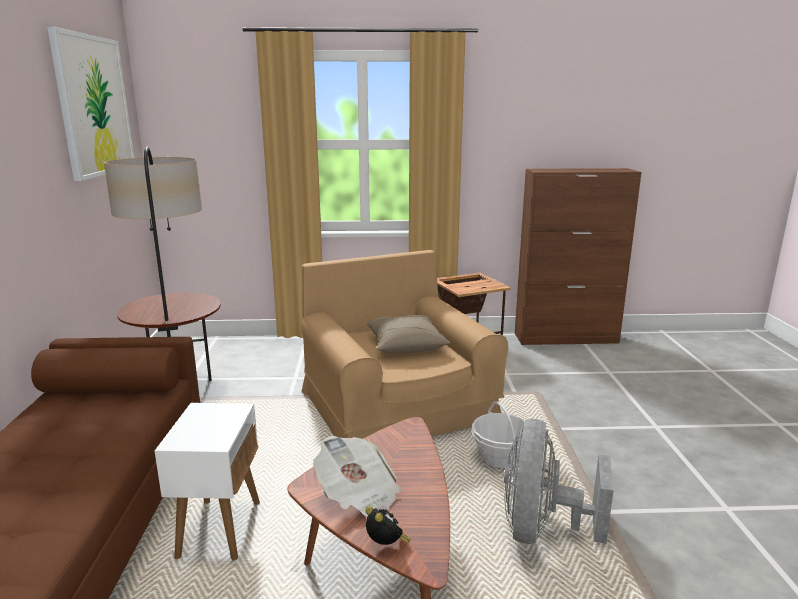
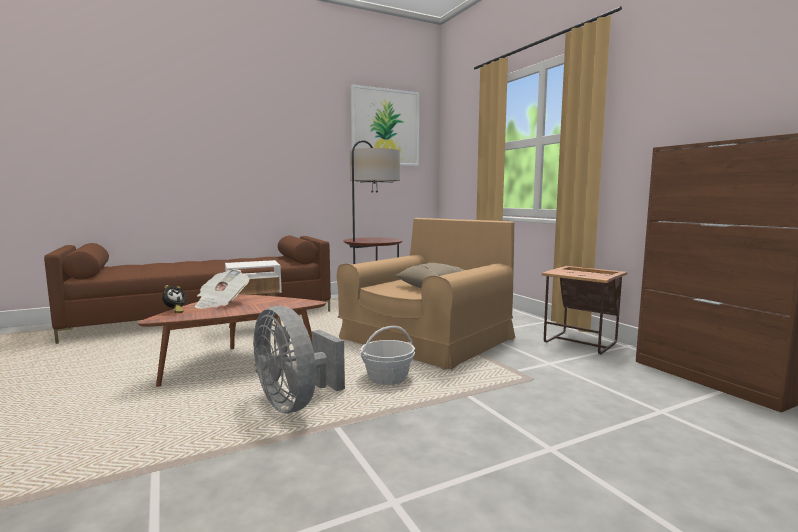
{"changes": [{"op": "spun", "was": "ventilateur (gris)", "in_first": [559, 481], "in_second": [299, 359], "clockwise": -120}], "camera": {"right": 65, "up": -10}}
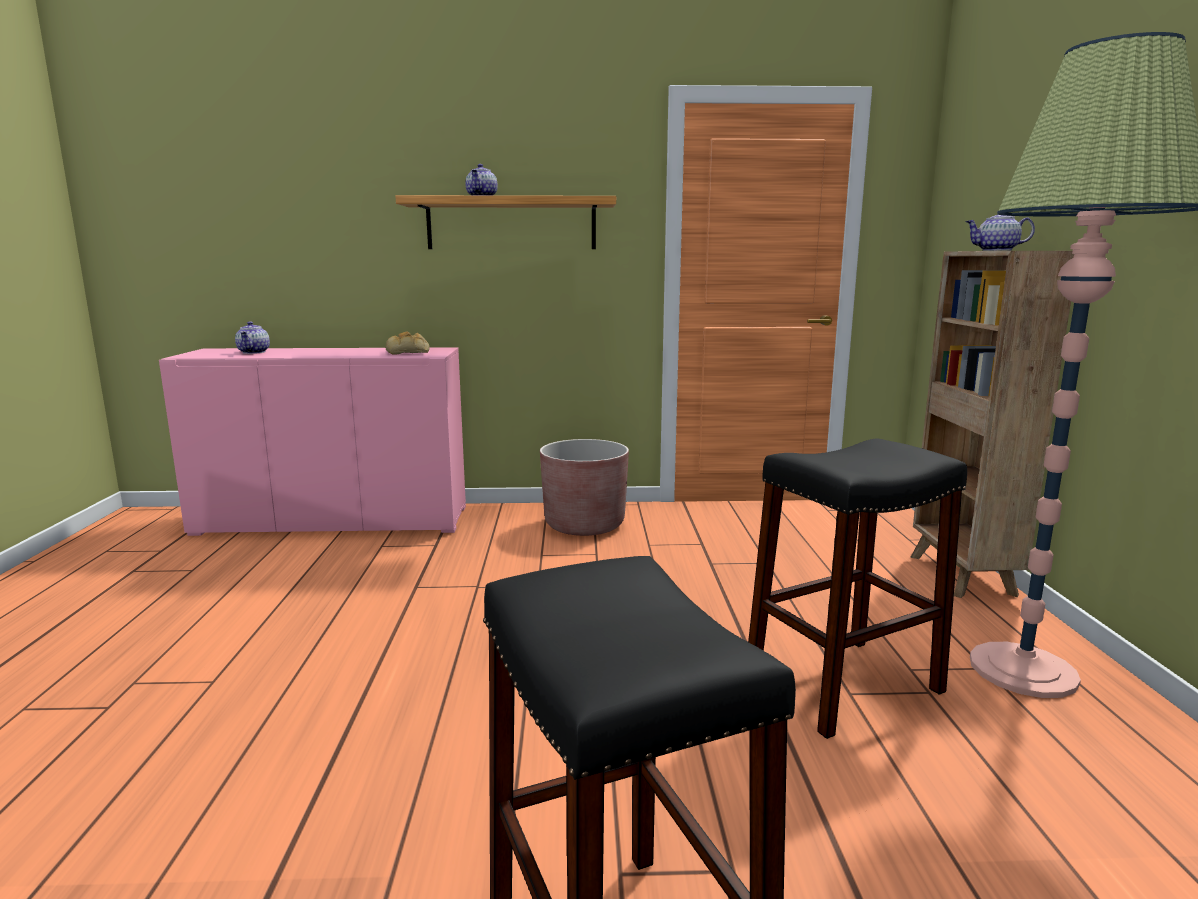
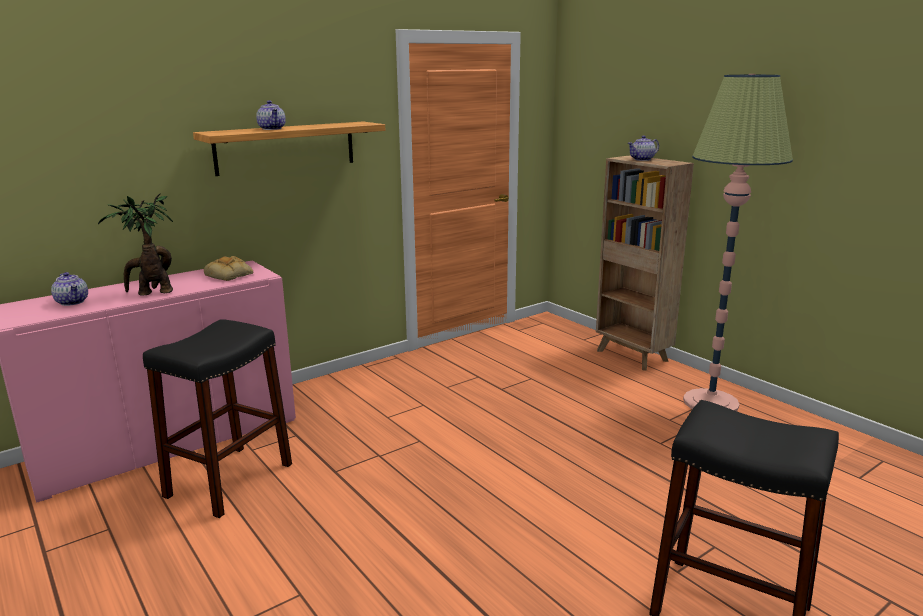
{"changes": [{"op": "relocated", "was": "tabouret (noir)", "in_first": [857, 588], "in_second": [217, 418]}, {"op": "missing", "was": "cache-pot (marron)", "in_first": [584, 487]}, {"op": "appeared", "now": "plante en pot", "in_second": [135, 244]}], "camera": {"right": -35, "up": 5}}
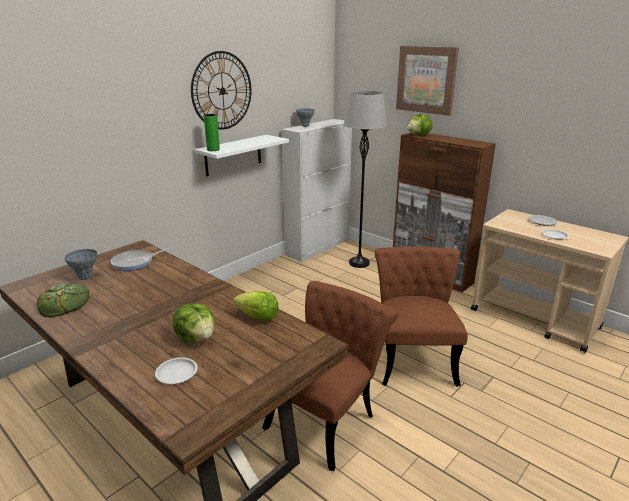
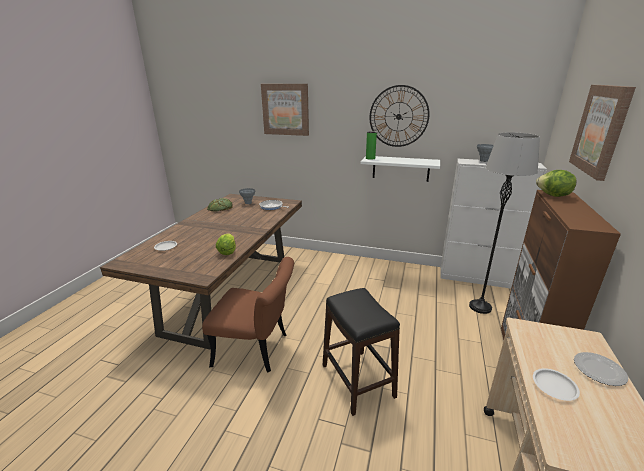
{"changes": [{"op": "exchanged", "was": "chaise (marron)", "now": "tabouret (noir)", "in_first": [421, 316], "in_second": [361, 352]}, {"op": "missing", "was": "laitue", "in_first": [194, 323]}, {"op": "appeared", "now": "tableau", "in_second": [285, 110]}], "camera": {"right": 65, "up": 0}}
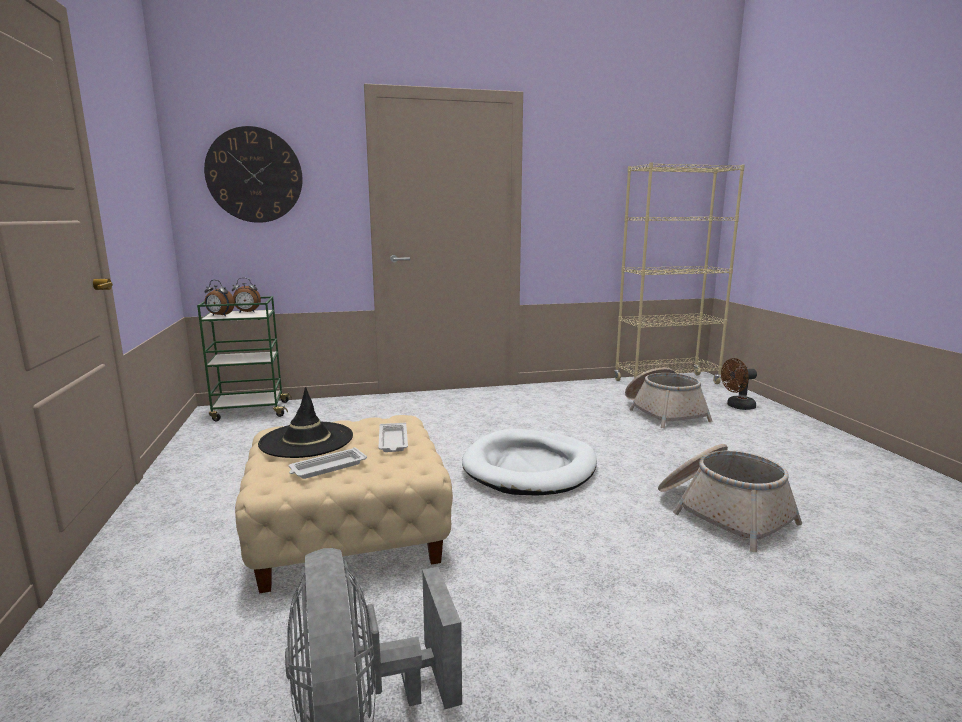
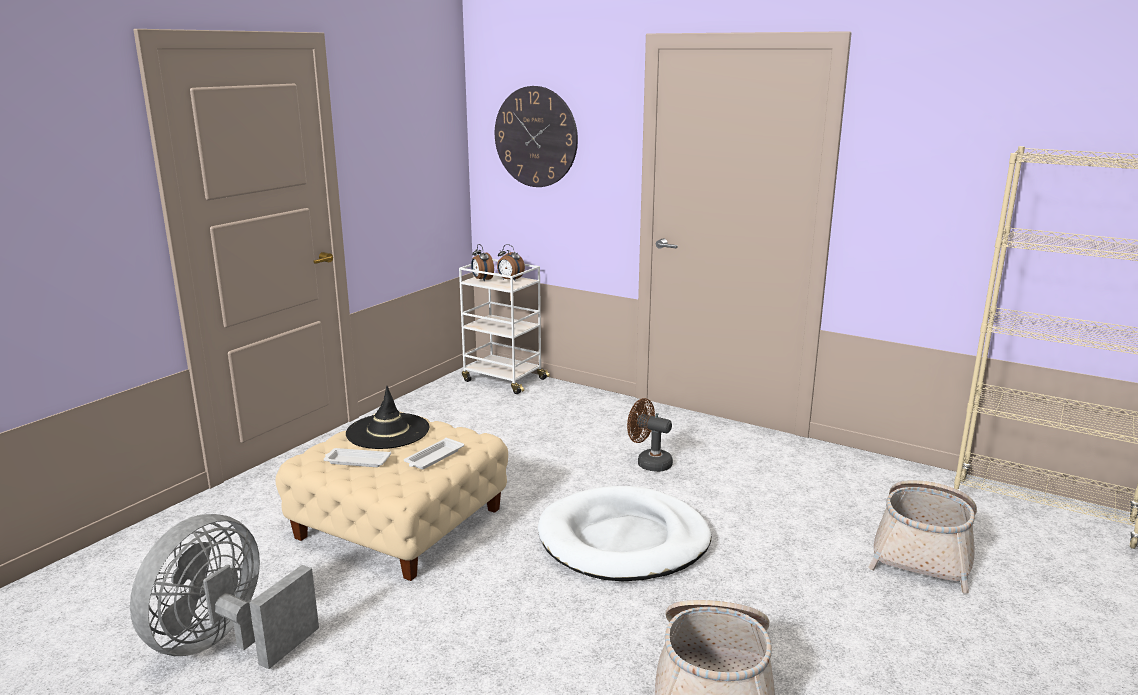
{"changes": [{"op": "colour", "was": "chariot (vert)", "now": "chariot (blanc)", "in_first": [244, 358], "in_second": [504, 326]}, {"op": "relocated", "was": "ventilateur (marron)", "in_first": [739, 384], "in_second": [650, 435]}], "camera": {"right": 45, "up": 5}}
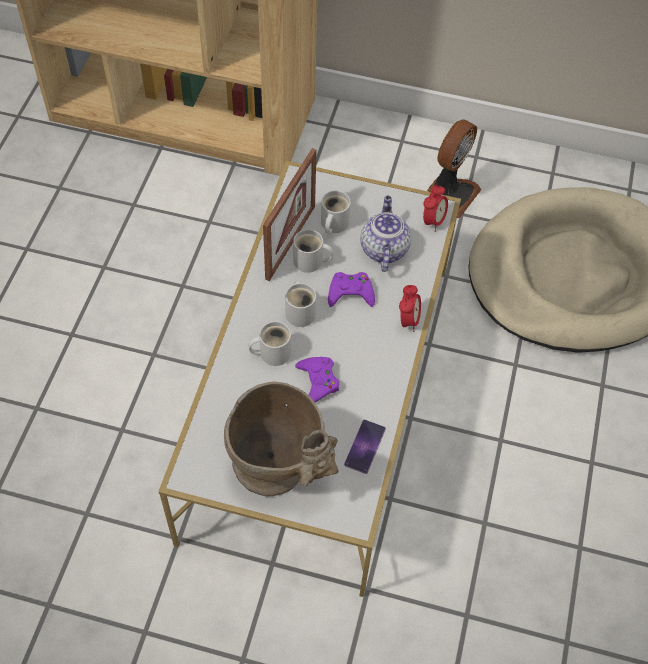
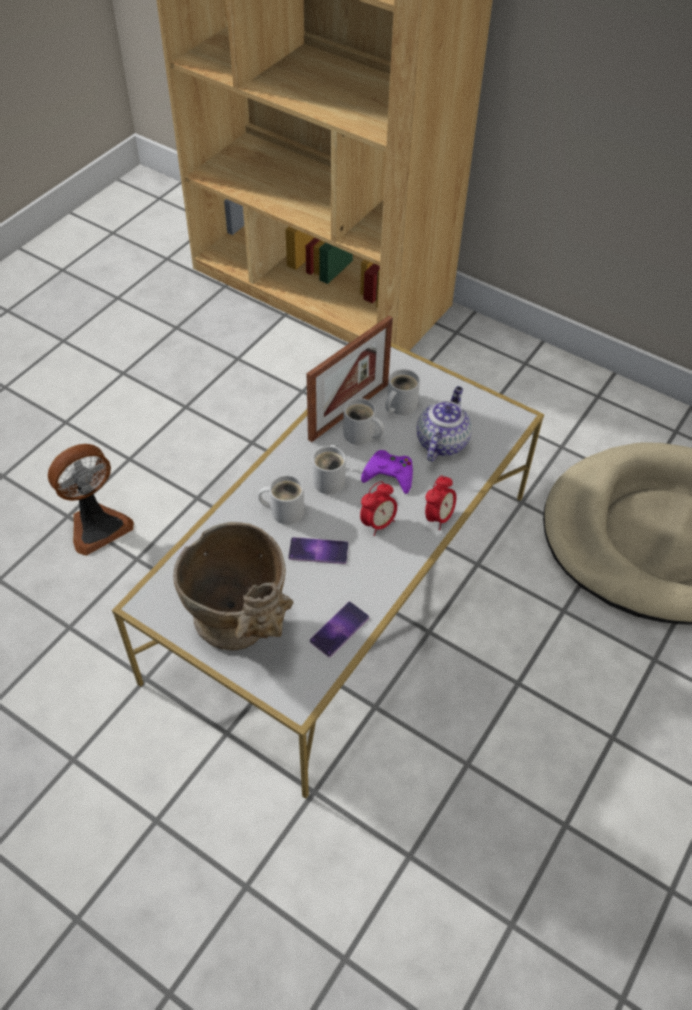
{"changes": [{"op": "relocated", "was": "ventilateur", "in_first": [454, 168], "in_second": [91, 500]}, {"op": "relocated", "was": "réveil", "in_first": [435, 208], "in_second": [378, 508]}, {"op": "exchanged", "was": "manette (violet)", "now": "téléphone", "in_first": [317, 379], "in_second": [318, 550]}], "camera": {"right": 20, "up": -5}}
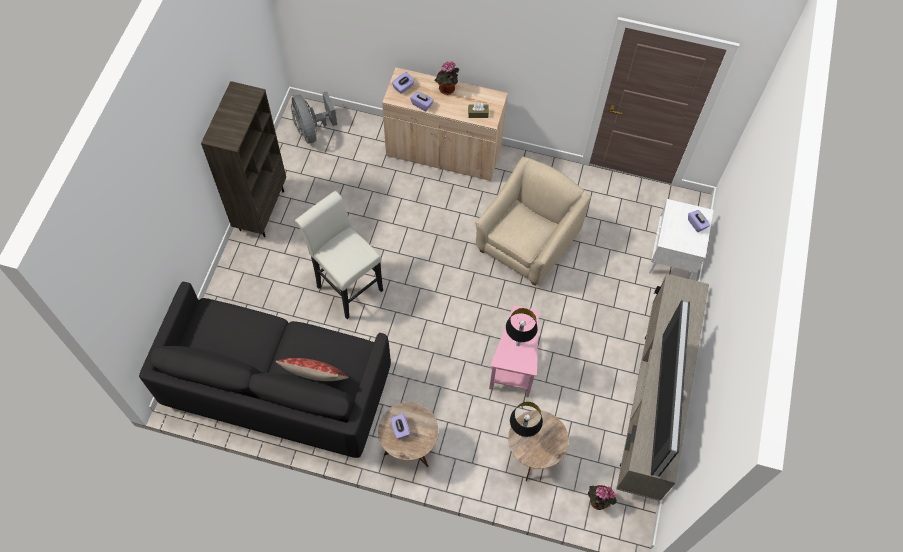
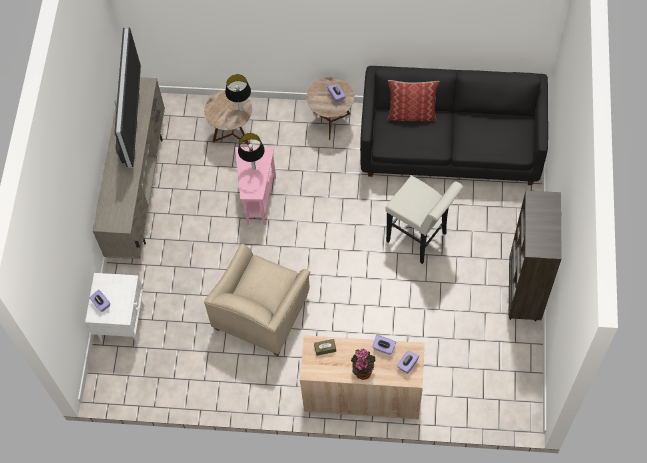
{"changes": [{"op": "missing", "was": "ventilateur (gris)", "in_first": [314, 117]}, {"op": "missing", "was": "plante en pot", "in_first": [602, 497]}], "camera": {"right": 175, "up": 0}}
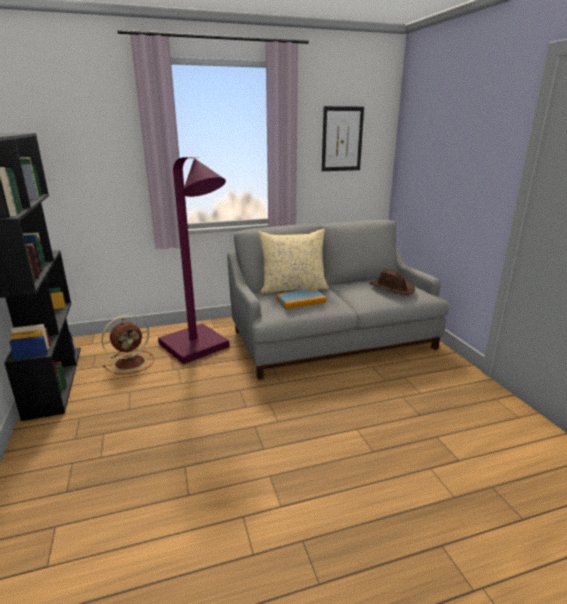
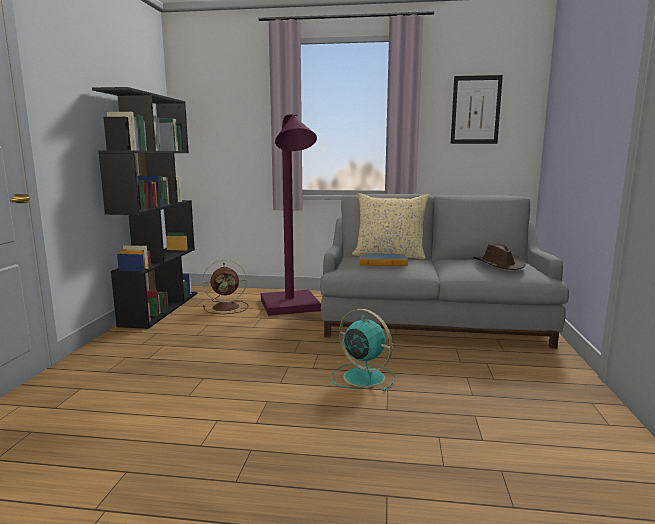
{"changes": [{"op": "appeared", "now": "ventilateur (turquoise)", "in_second": [363, 350]}], "camera": {"right": 25, "up": -10}}
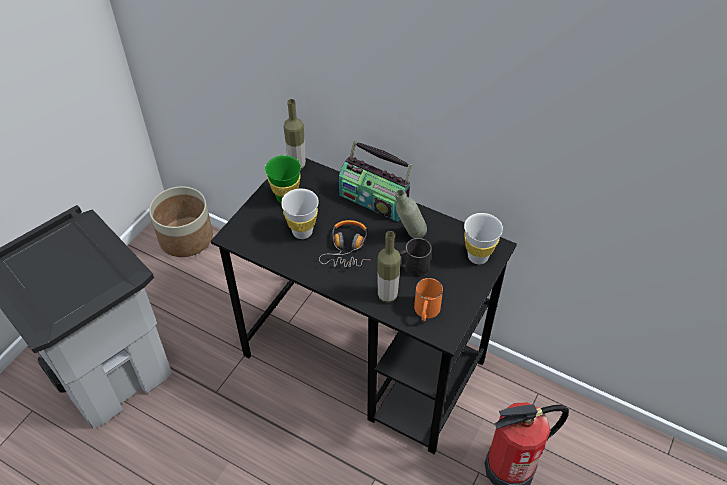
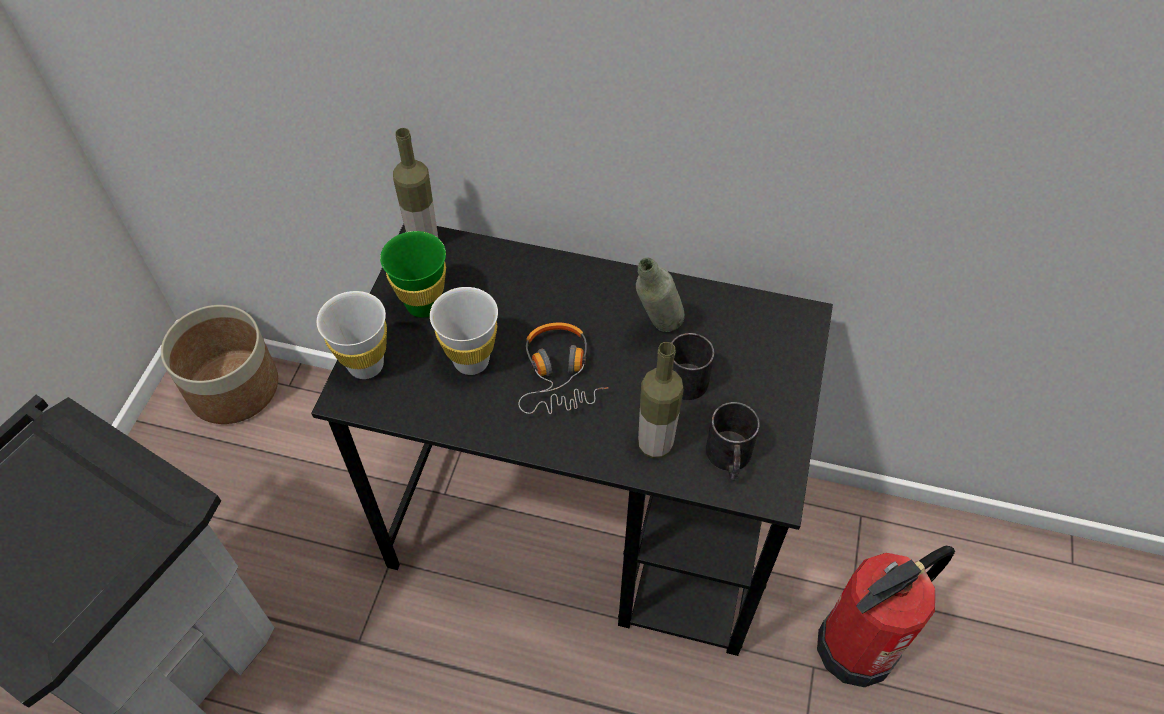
{"changes": [{"op": "missing", "was": "radio", "in_first": [375, 181]}, {"op": "relocated", "was": "tasse (blanc)", "in_first": [483, 238], "in_second": [352, 335]}, {"op": "colour", "was": "mug (orange)", "now": "mug (noir)", "in_first": [428, 300], "in_second": [733, 441]}], "camera": {"right": -15, "up": 5}}
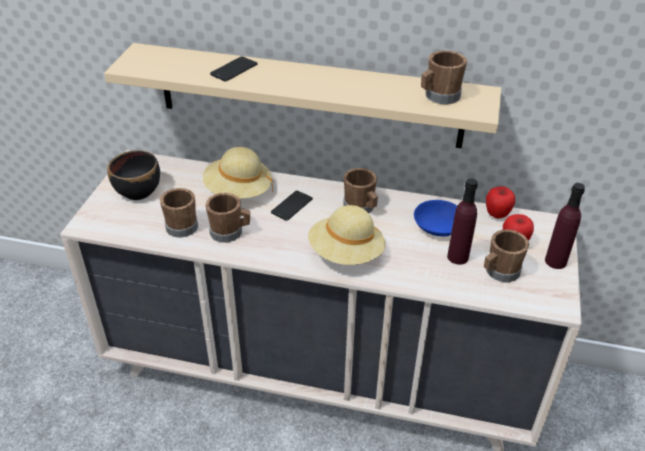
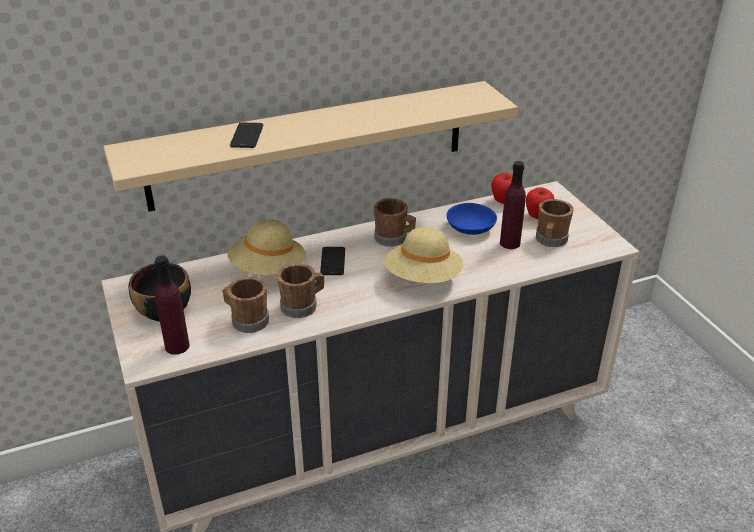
{"changes": [{"op": "missing", "was": "mug (marron)", "in_first": [444, 77]}, {"op": "relocated", "was": "bouteille (violet)", "in_first": [565, 226], "in_second": [172, 305]}], "camera": {"right": -35, "up": -5}}
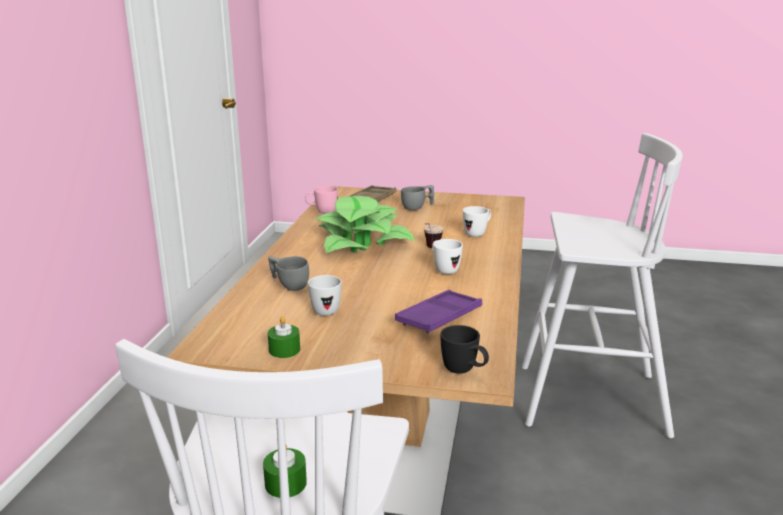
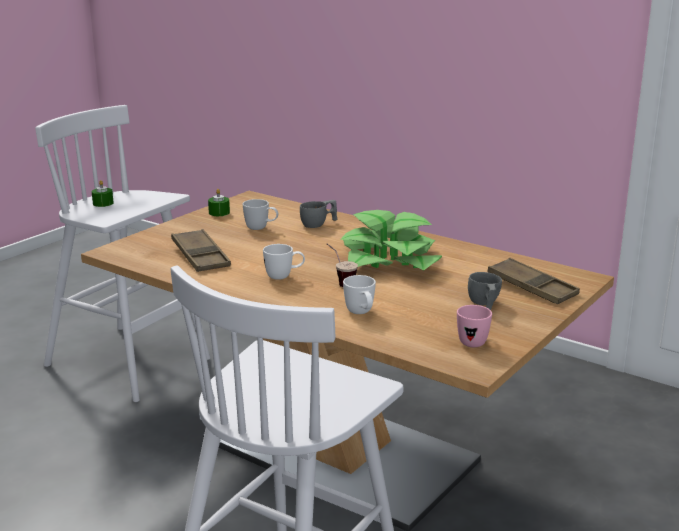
{"changes": [{"op": "relocated", "was": "mug (rose)", "in_first": [321, 200], "in_second": [474, 326]}, {"op": "colour", "was": "plateau (violet)", "now": "plateau (marron)", "in_first": [438, 312], "in_second": [201, 250]}, {"op": "missing", "was": "mug (noir)", "in_first": [464, 349]}], "camera": {"right": 115, "up": 0}}
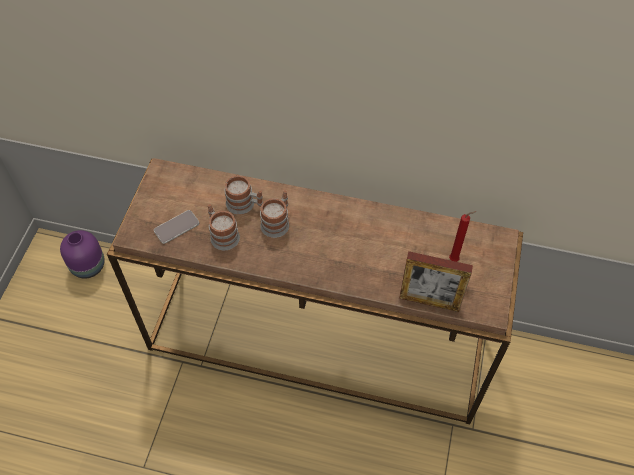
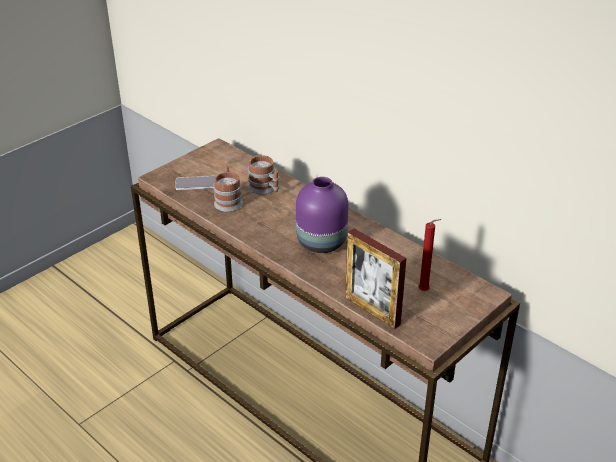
{"changes": [{"op": "missing", "was": "mug", "in_first": [274, 214]}, {"op": "relocated", "was": "vase (violet)", "in_first": [82, 254], "in_second": [322, 215]}], "camera": {"right": 30, "up": -20}}
